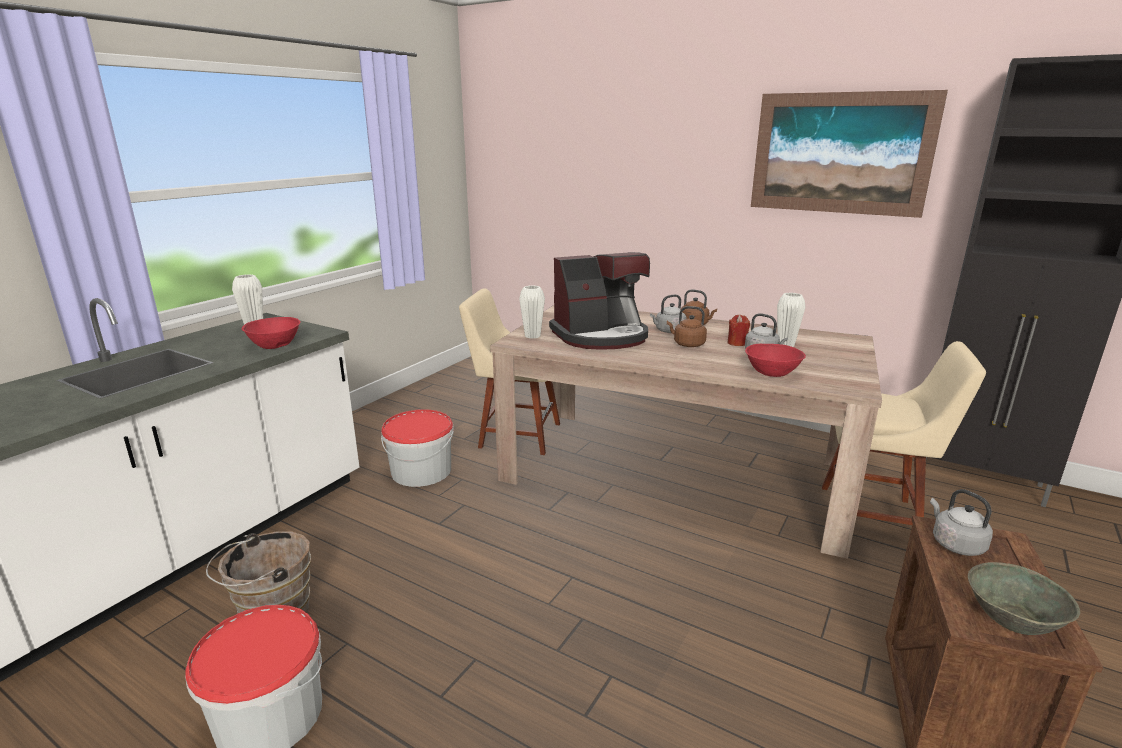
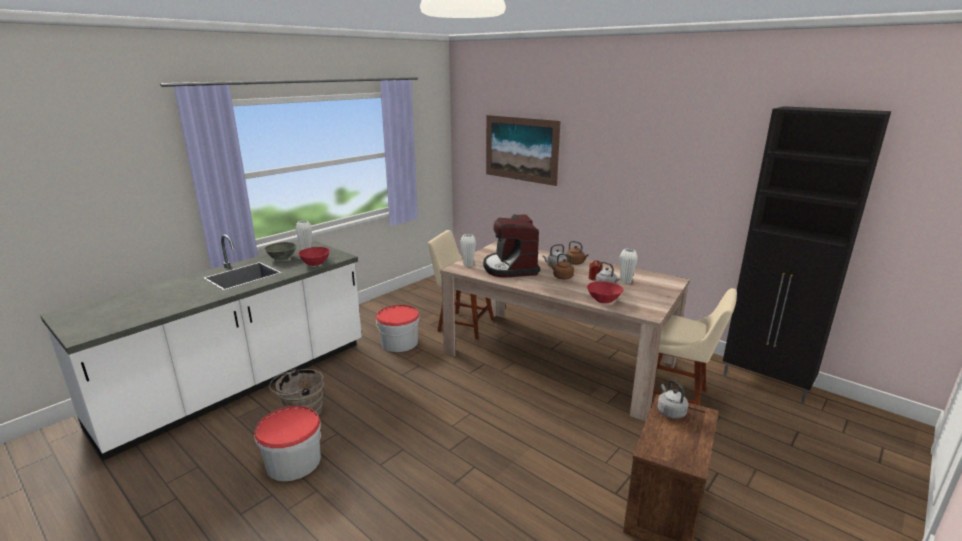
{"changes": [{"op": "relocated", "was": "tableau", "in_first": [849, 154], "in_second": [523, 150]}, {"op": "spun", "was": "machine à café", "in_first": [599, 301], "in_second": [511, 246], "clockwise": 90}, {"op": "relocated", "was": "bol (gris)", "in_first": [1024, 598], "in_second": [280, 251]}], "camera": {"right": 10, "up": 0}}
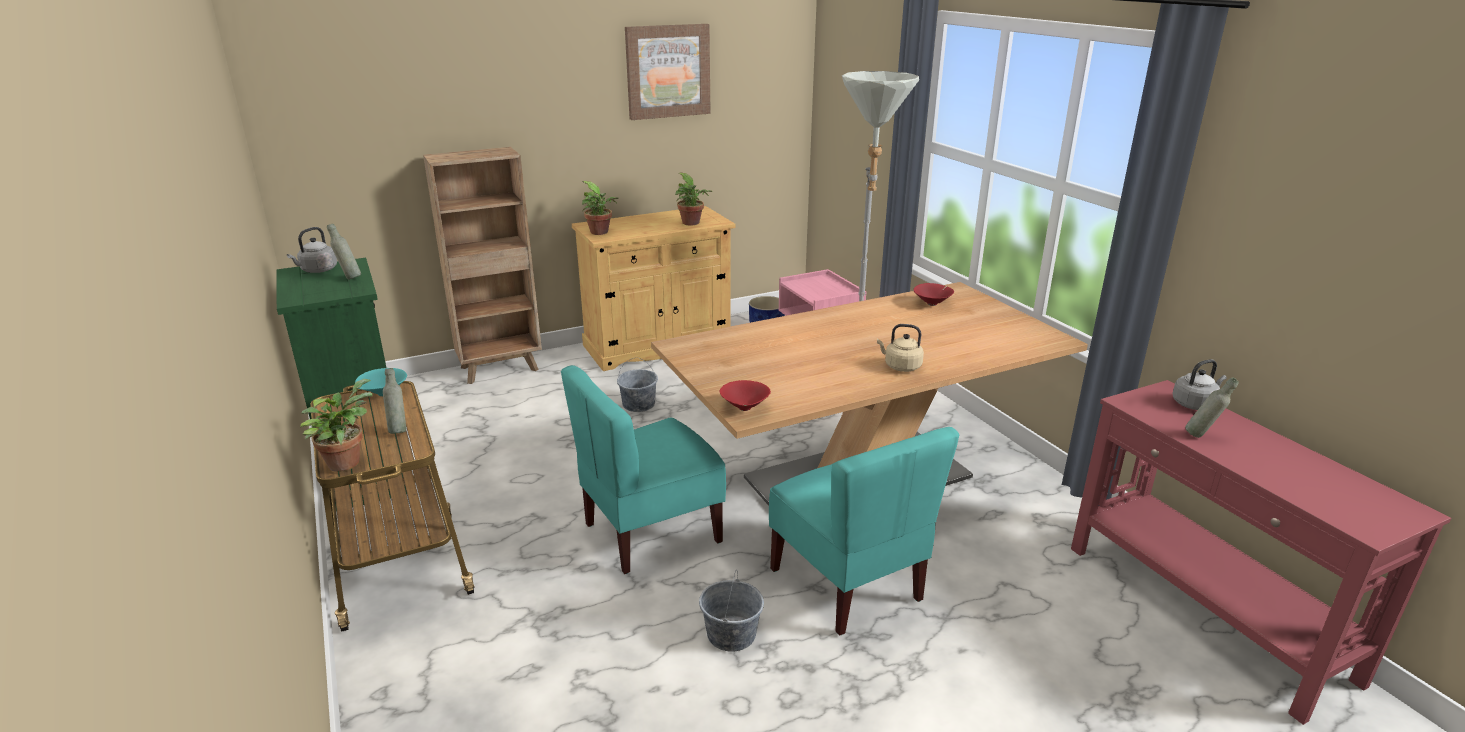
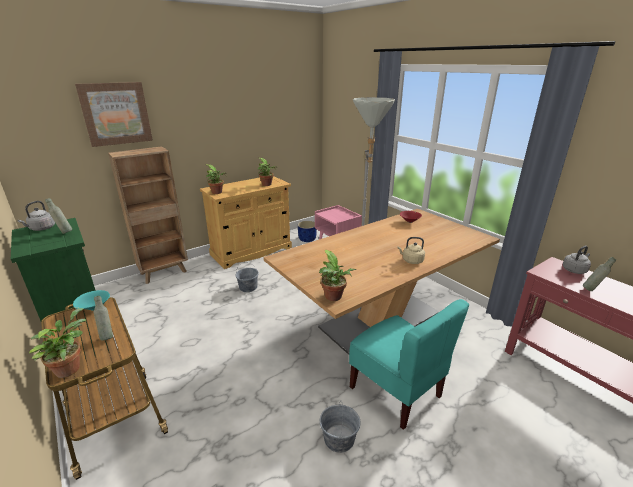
{"changes": [{"op": "relocated", "was": "tableau", "in_first": [668, 72], "in_second": [114, 114]}, {"op": "missing", "was": "chaise (turquoise)", "in_first": [643, 469]}, {"op": "exchanged", "was": "bol (rouge)", "now": "plante en pot", "in_first": [745, 395], "in_second": [337, 275]}], "camera": {"right": -10, "up": 0}}
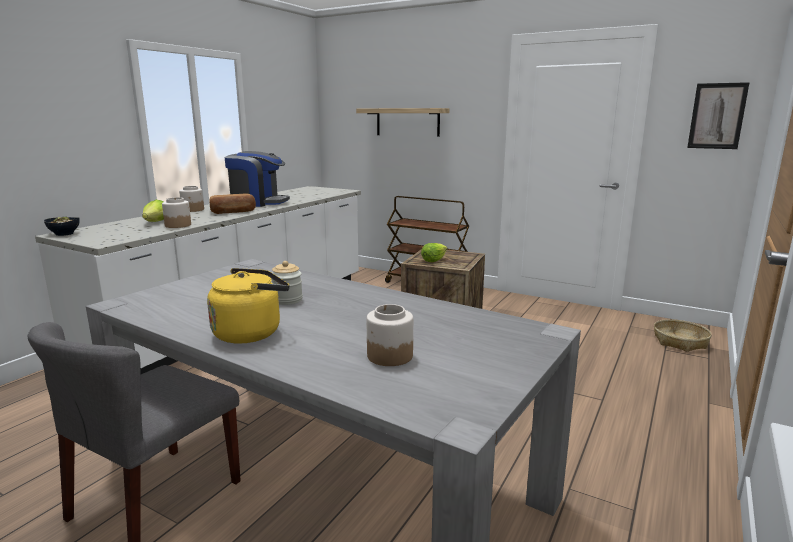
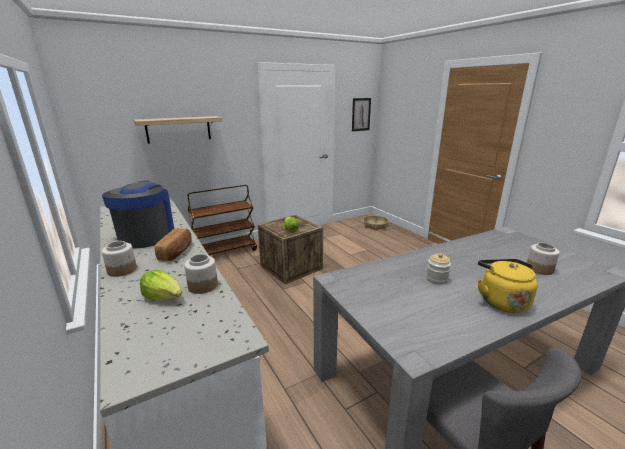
{"changes": [{"op": "spun", "was": "machine à café", "in_first": [257, 179], "in_second": [138, 214], "clockwise": -45}, {"op": "missing", "was": "bol", "in_first": [62, 226]}], "camera": {"right": -60, "up": 5}}
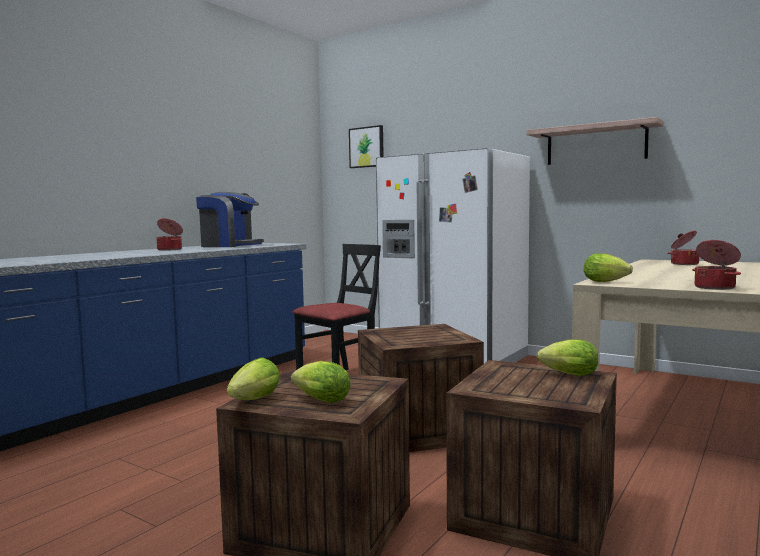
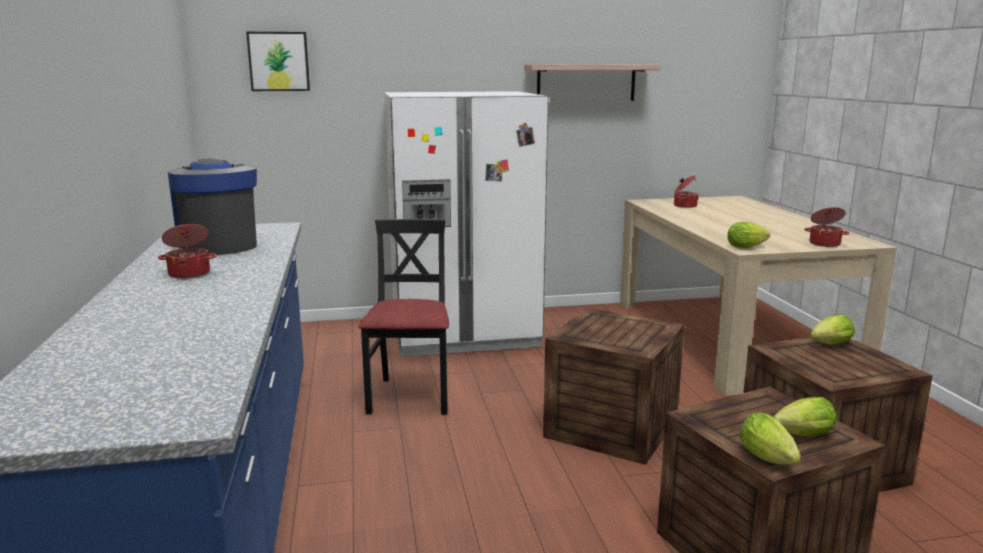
{"changes": [{"op": "spun", "was": "machine à café", "in_first": [230, 219], "in_second": [212, 207], "clockwise": -90}], "camera": {"right": -45, "up": 10}}
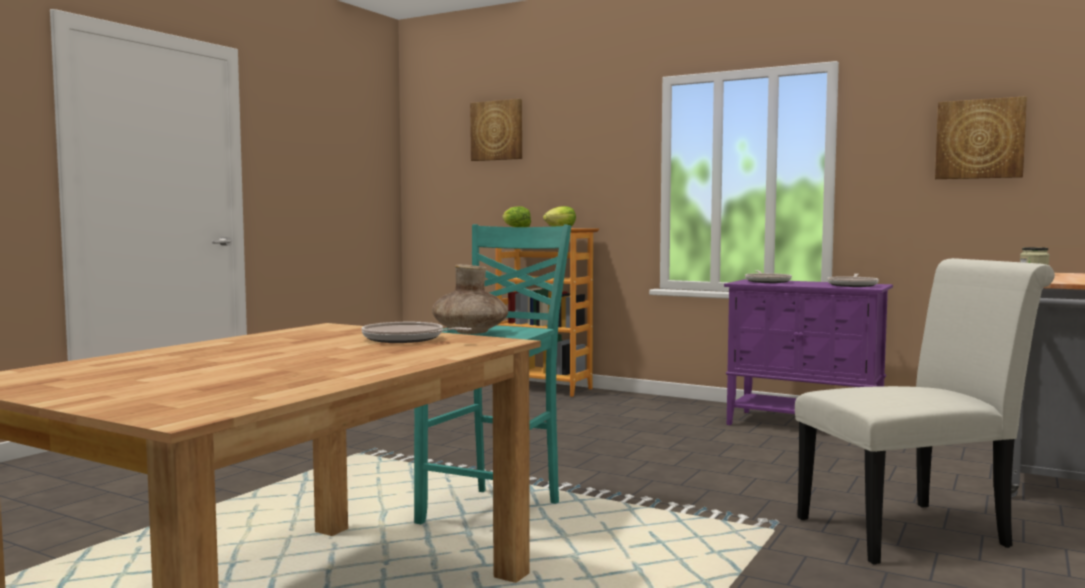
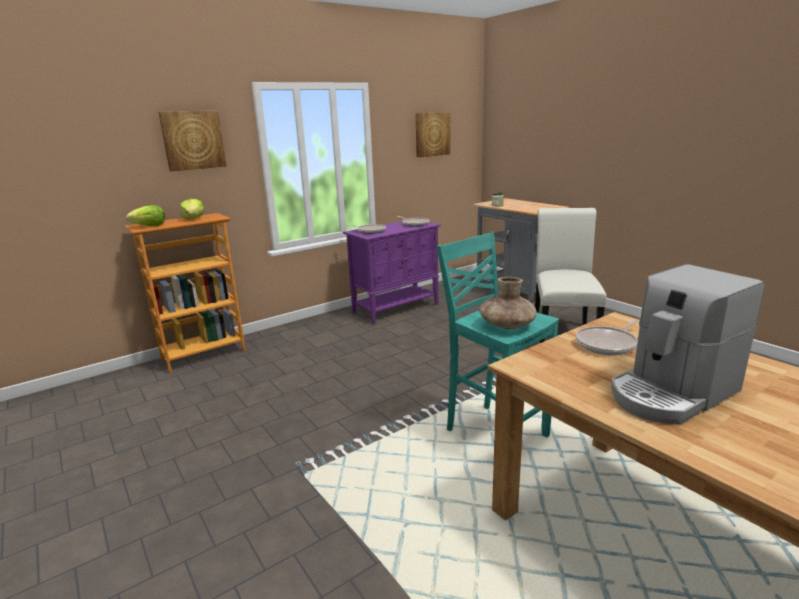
{"changes": [{"op": "relocated", "was": "tableau", "in_first": [496, 130], "in_second": [192, 140]}, {"op": "appeared", "now": "machine à café", "in_second": [688, 344]}], "camera": {"right": -65, "up": 15}}
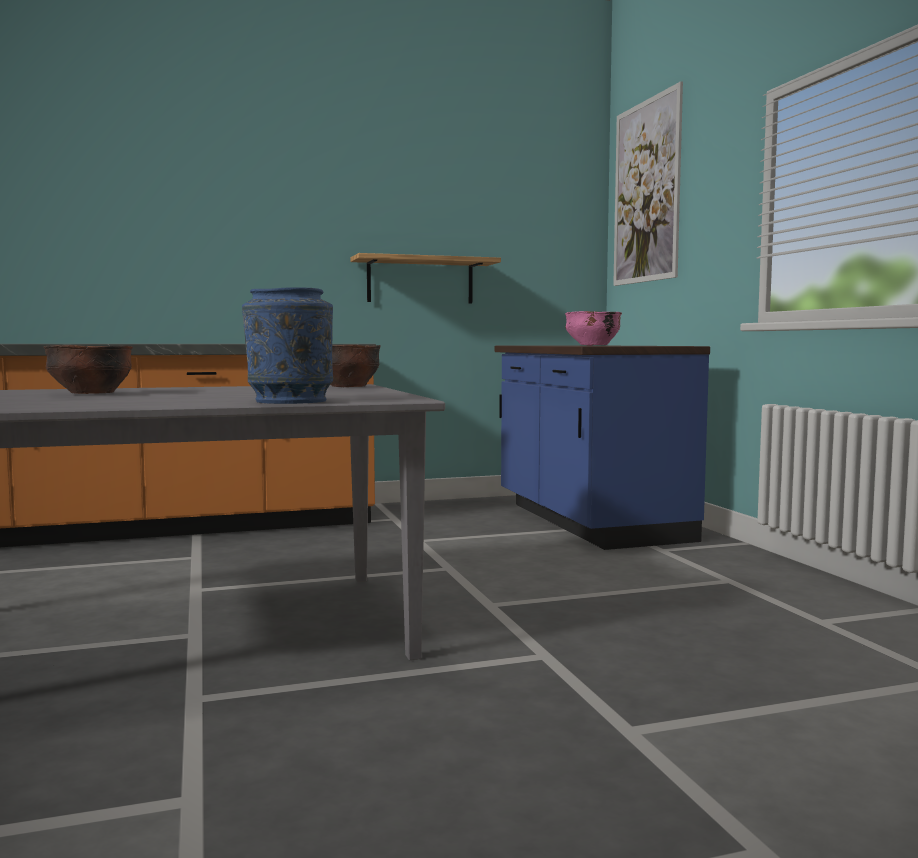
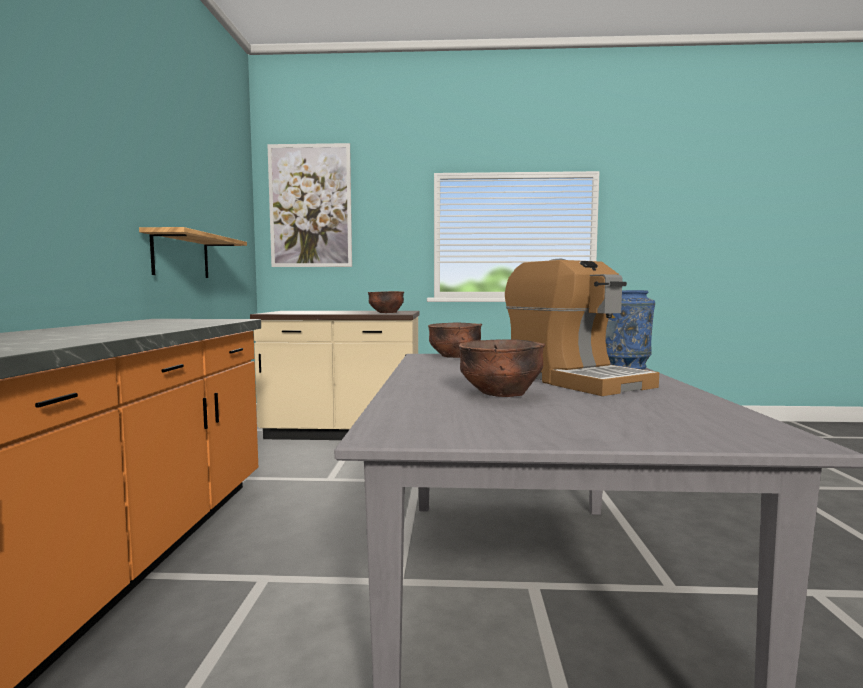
{"changes": [{"op": "colour", "was": "bol (rose)", "now": "bol (marron)", "in_first": [593, 328], "in_second": [386, 302]}, {"op": "colour", "was": "comptoir de cuisine (bleu)", "now": "comptoir de cuisine (beige)", "in_first": [602, 447], "in_second": [334, 375]}, {"op": "appeared", "now": "machine à café", "in_second": [582, 327]}], "camera": {"right": -70, "up": 0}}
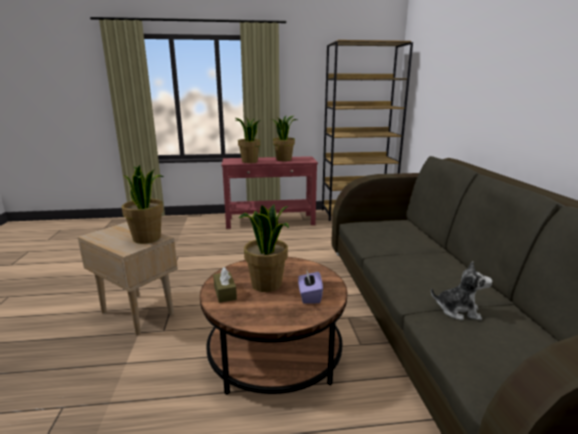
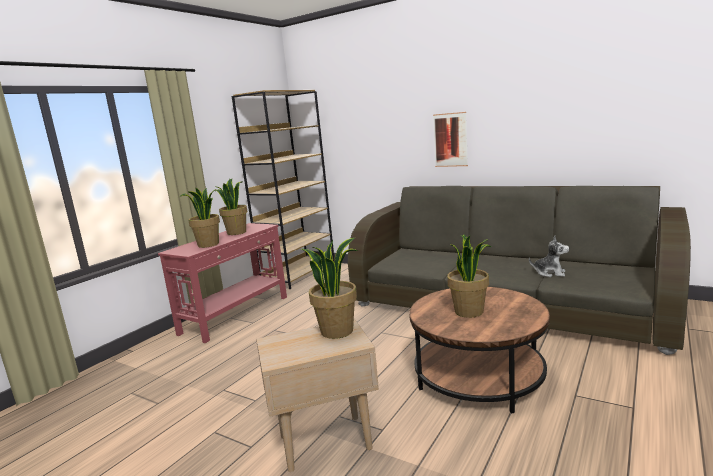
{"changes": [{"op": "spun", "was": "peluche", "in_first": [462, 291], "in_second": [549, 256], "clockwise": 60}, {"op": "missing", "was": "boîte à mouchoirs (marron)", "in_first": [225, 285]}, {"op": "missing", "was": "boîte à mouchoirs (violet)", "in_first": [310, 287]}, {"op": "appeared", "now": "tableau", "in_second": [450, 139]}], "camera": {"right": -50, "up": -5}}
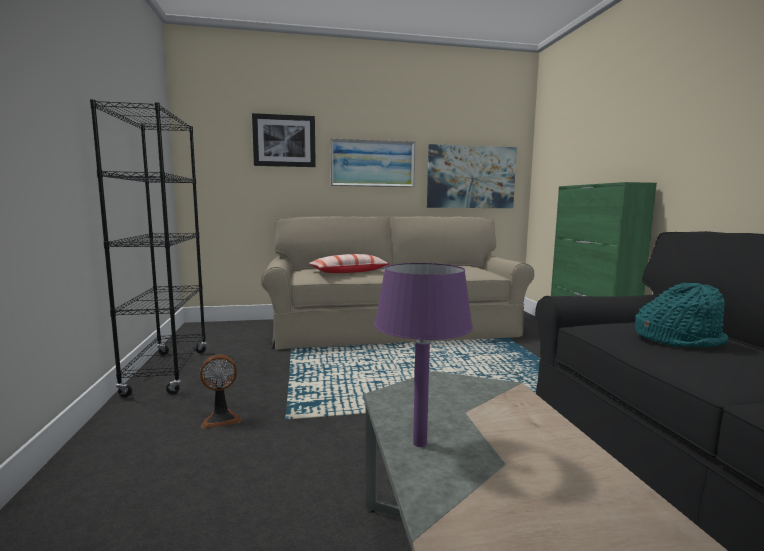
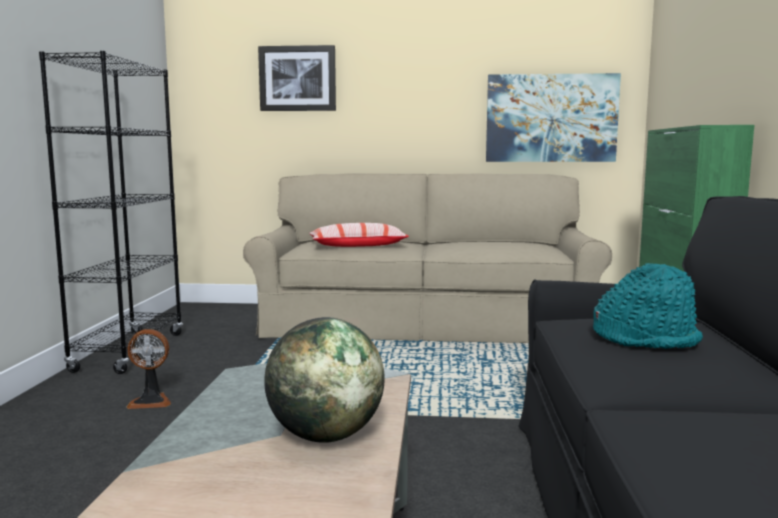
{"changes": [{"op": "missing", "was": "tableau", "in_first": [372, 163]}, {"op": "missing", "was": "lampe de table (violet)", "in_first": [423, 355]}, {"op": "appeared", "now": "globe", "in_second": [324, 380]}], "camera": {"right": 15, "up": 0}}
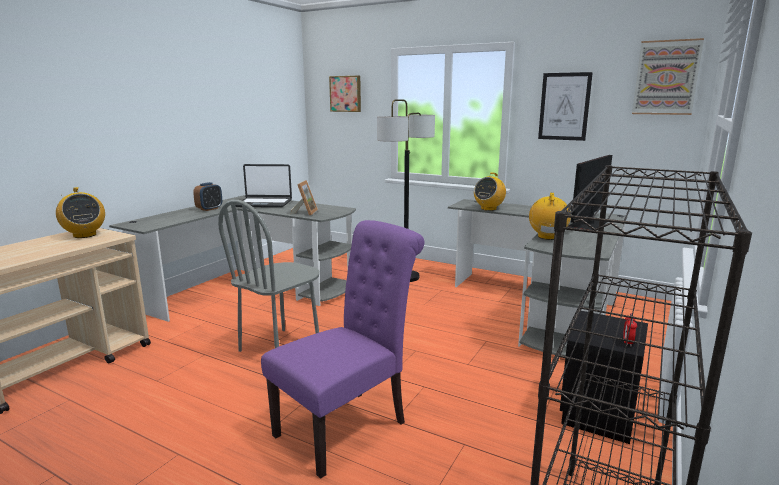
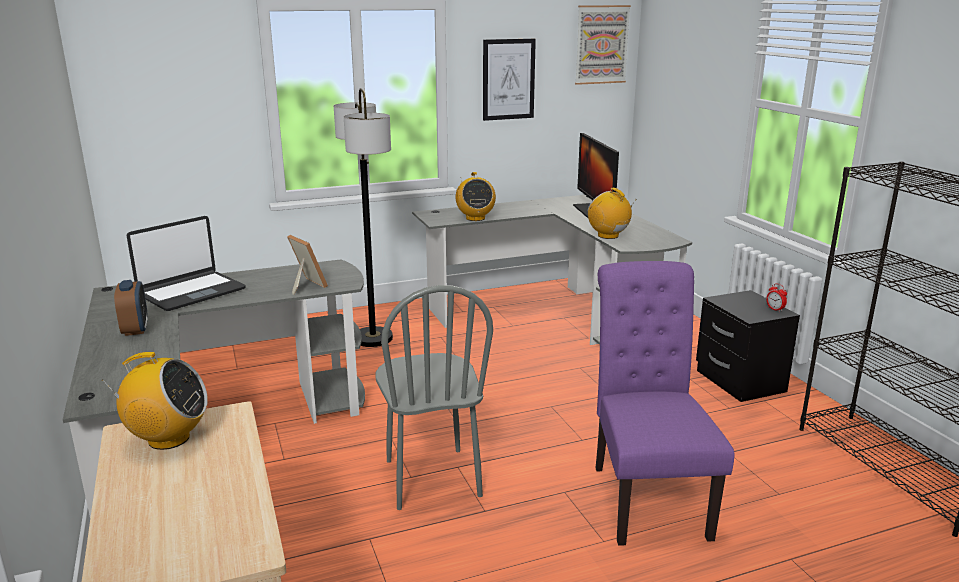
{"changes": [{"op": "missing", "was": "tableau", "in_first": [345, 94]}], "camera": {"right": -50, "up": 5}}
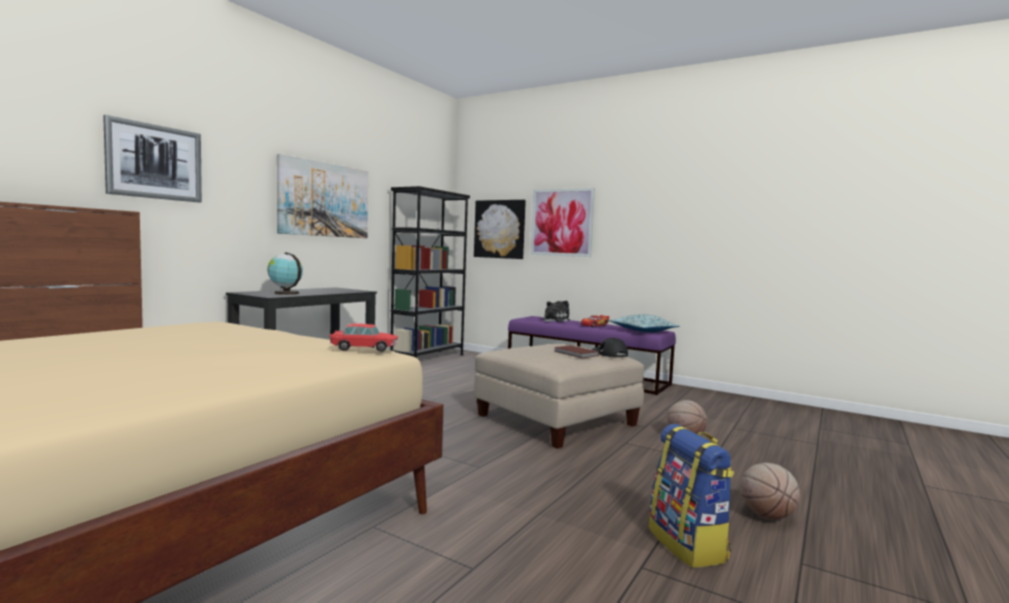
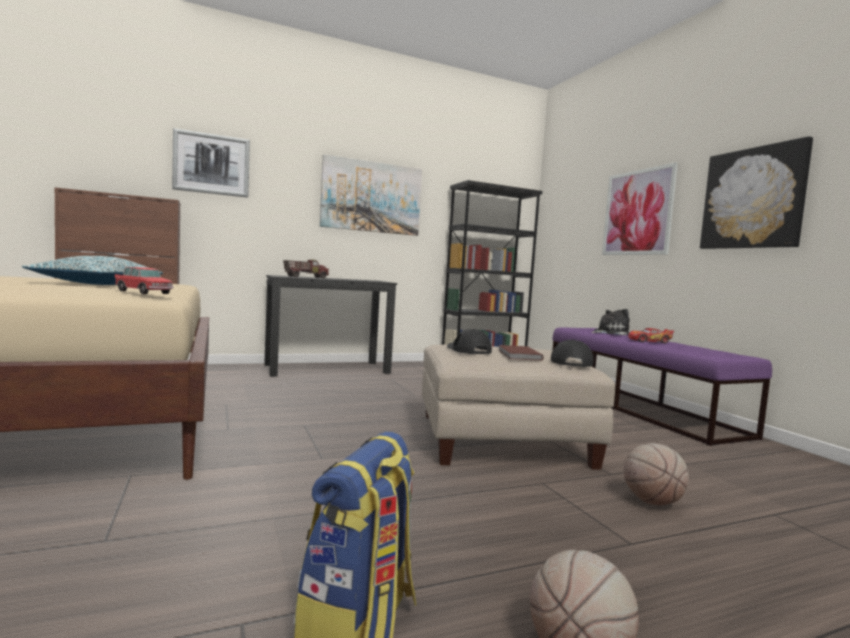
{"changes": [{"op": "relocated", "was": "tableau", "in_first": [500, 229], "in_second": [756, 192]}, {"op": "exchanged", "was": "globe", "now": "camion jouet", "in_first": [285, 273], "in_second": [306, 269]}, {"op": "relocated", "was": "coussin", "in_first": [644, 323], "in_second": [92, 270]}, {"op": "appeared", "now": "casquette (noir)", "in_second": [469, 341]}], "camera": {"right": 35, "up": 0}}
